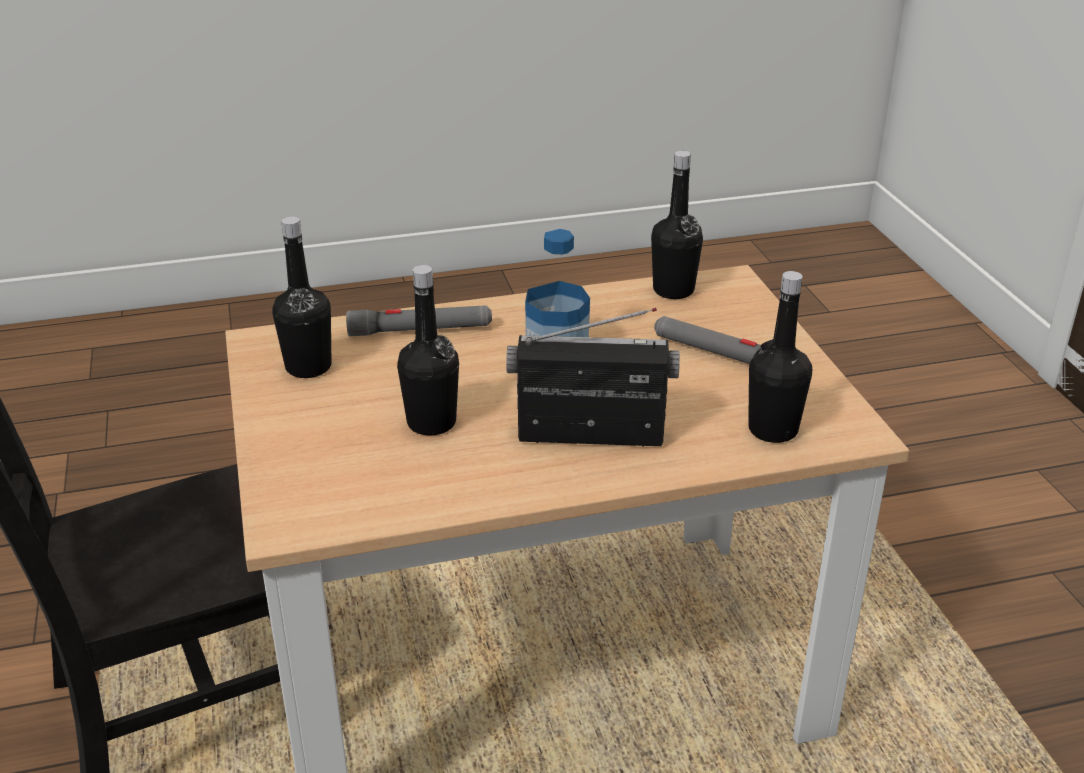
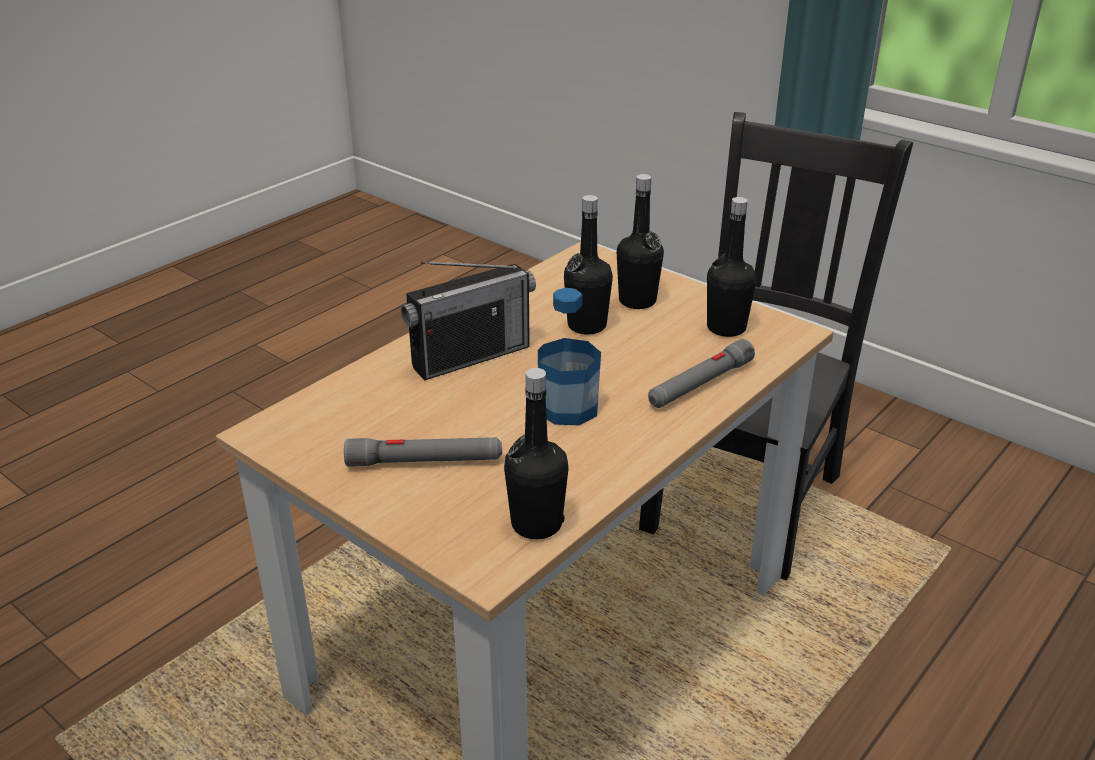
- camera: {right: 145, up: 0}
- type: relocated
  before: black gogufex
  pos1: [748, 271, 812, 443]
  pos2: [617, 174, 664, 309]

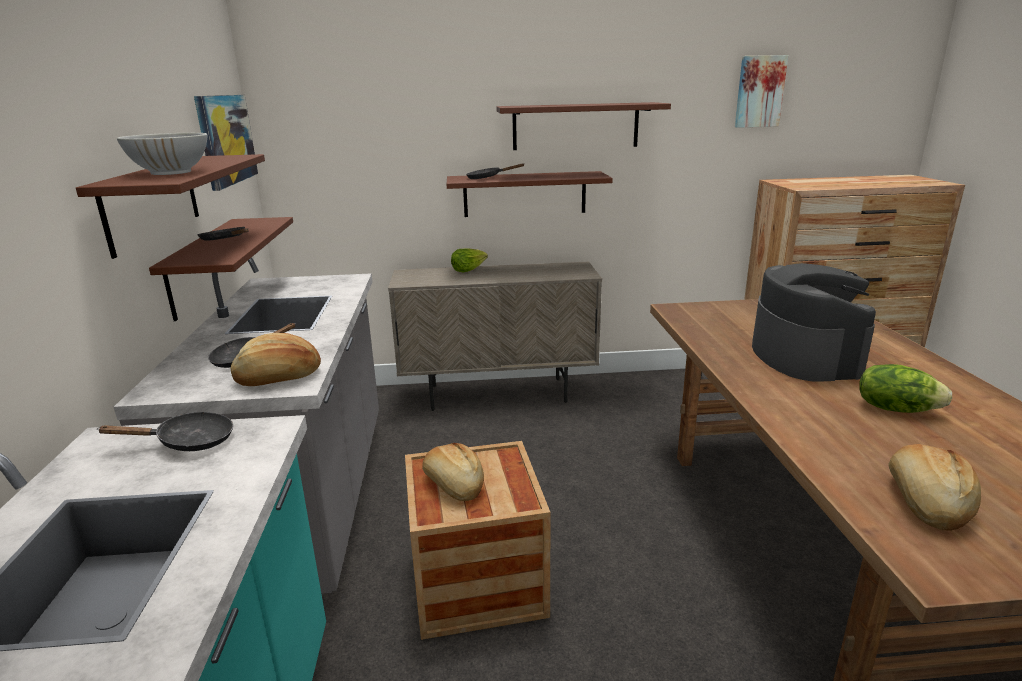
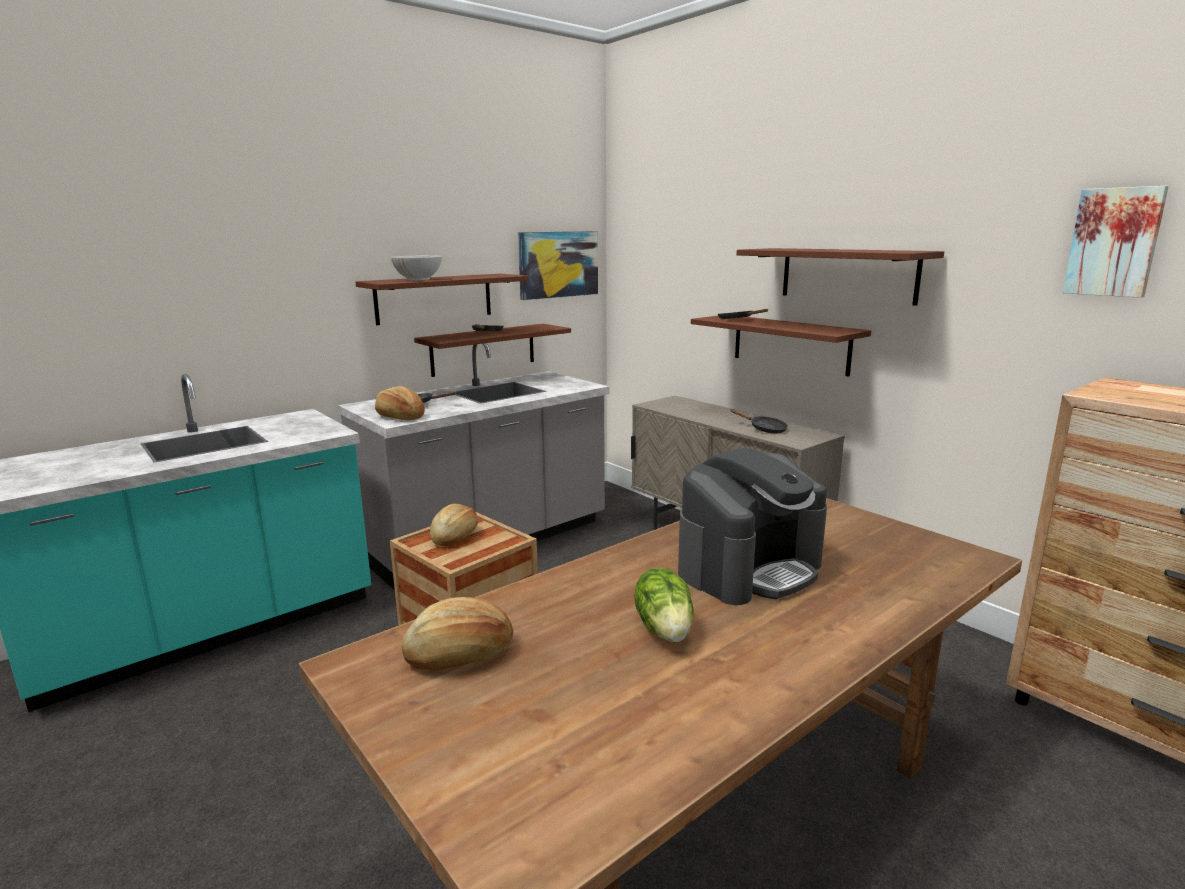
- camera: {right: 55, up: -5}
- type: relocated
  before: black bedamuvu
  pos1: [97, 411, 233, 451]
  pos2: [730, 409, 788, 434]
- type: missing
  before: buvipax
  pos1: [451, 249, 488, 272]

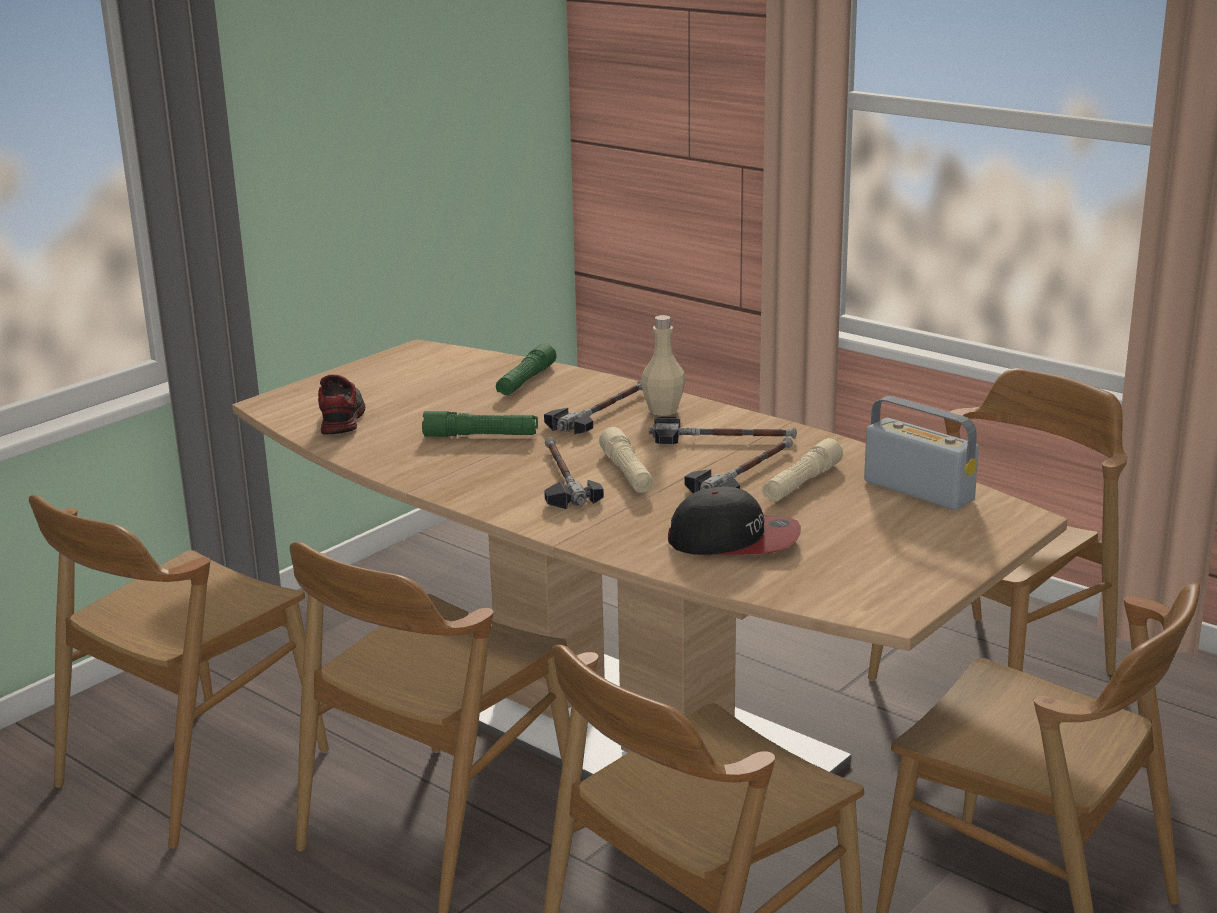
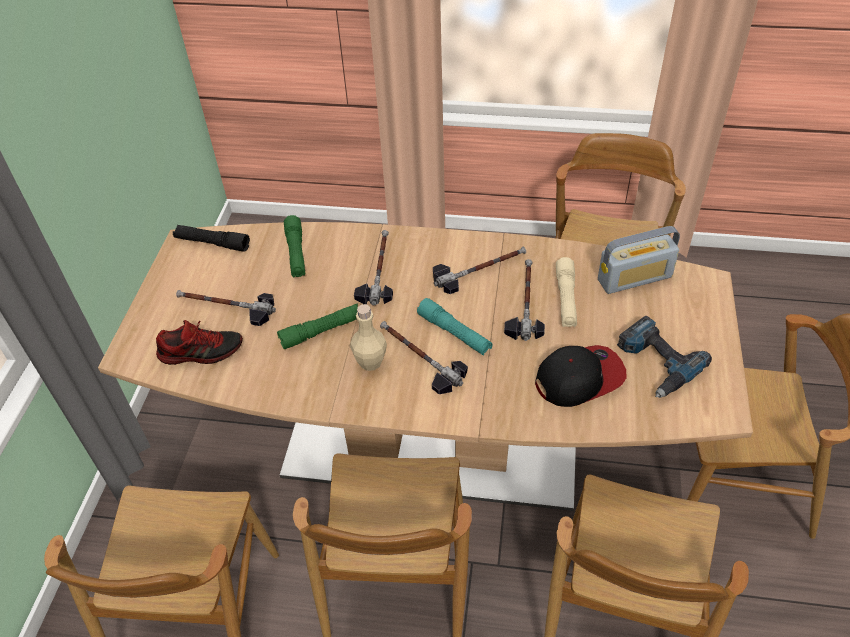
- camera: {right: -30, up: 25}
- type: spun
  before: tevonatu
  pos1: [318, 374, 365, 435]
  pos2: [156, 320, 243, 365]
  turn: 120
- type: colour
  before: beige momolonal
  after: turquoise momolonal
  pos1: [599, 427, 654, 493]
  pos2: [417, 298, 493, 356]
- type: relocated
  before: beige gogufex
  pos1: [641, 315, 686, 416]
  pos2: [350, 304, 387, 371]
- type: spun
  before: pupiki
  pos1: [864, 396, 979, 510]
  pos2: [598, 226, 680, 294]
  turn: 150
- type: appeared
  after: black momolonal
  pos2: [173, 225, 250, 252]
- type: appeared
  after: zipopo
  pos2: [176, 290, 276, 326]
- type: appeared
  after: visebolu
  pos2: [617, 316, 712, 398]

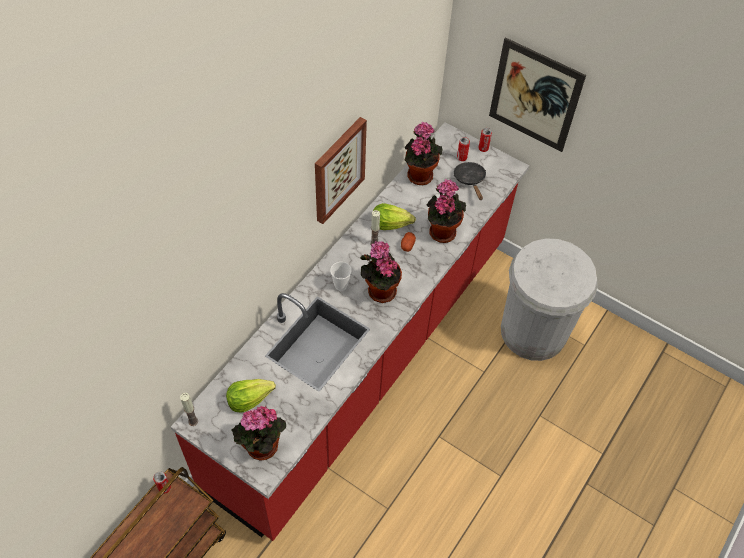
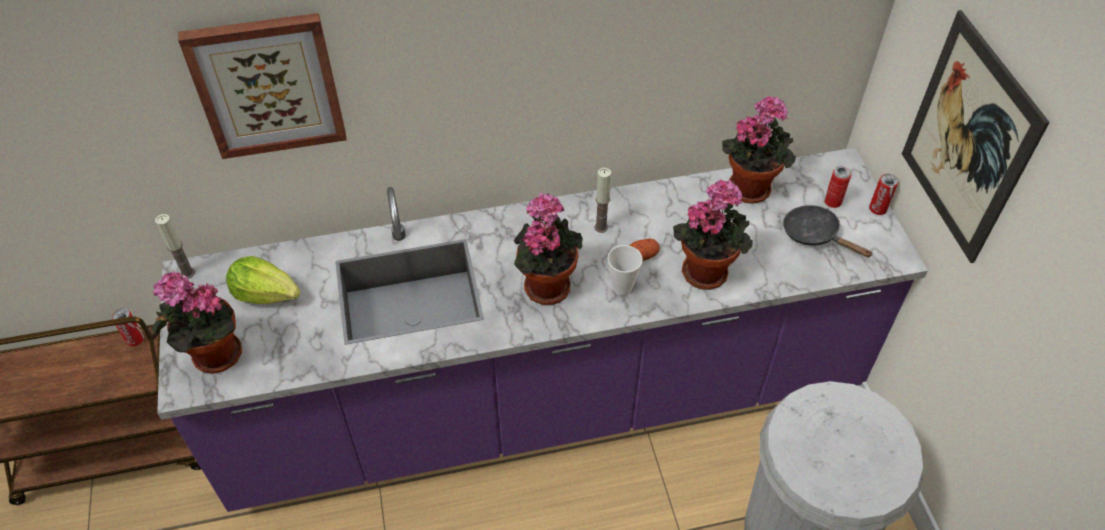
- camera: {right: 45, up: -5}
- type: colour
  before: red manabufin
  after: purple manabufin
  pos1: [171, 122, 529, 541]
  pos2: [157, 148, 928, 512]
- type: relocated
  before: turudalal
  pos1: [315, 117, 367, 224]
  pos2: [178, 13, 347, 159]
- type: relocated
  before: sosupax
  pos1: [330, 262, 352, 291]
  pos2: [608, 245, 643, 295]
- type: missing
  before: buvipax
  pos1: [373, 203, 416, 230]
- type: spun
  before: black bedamuvu
  pos1: [454, 162, 486, 200]
  pos2: [783, 205, 873, 258]
  turn: -75

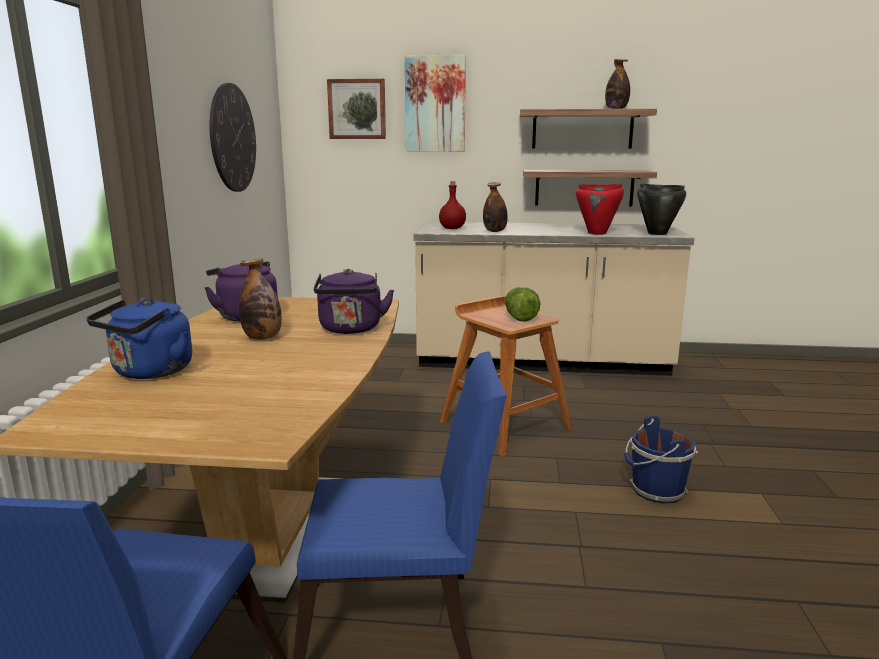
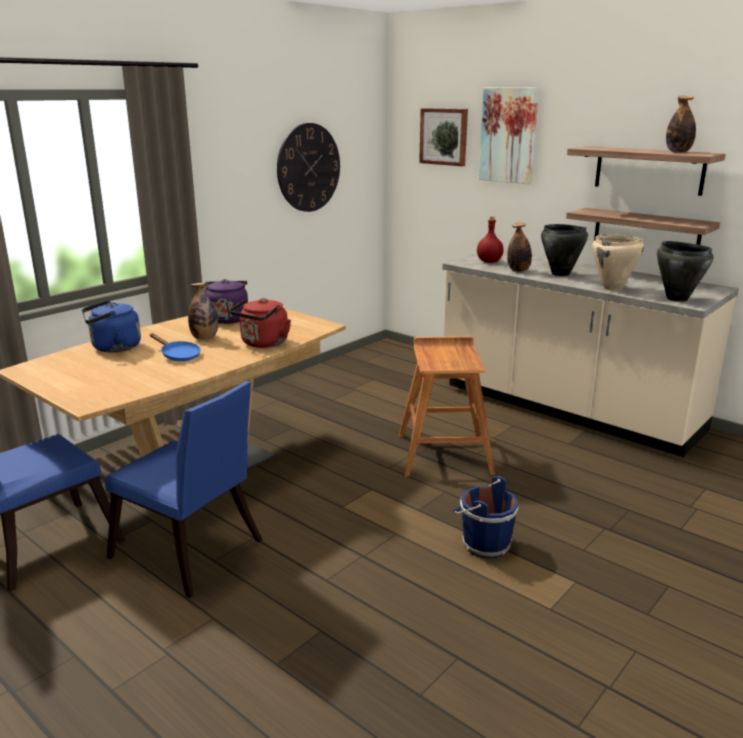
- camera: {right: 35, up: 5}
- type: colour
  before: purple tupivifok
  after: red tupivifok
  pos1: [314, 269, 394, 334]
  pos2: [230, 298, 291, 348]
- type: missing
  before: buvipax
  pos1: [505, 287, 540, 321]
- type: colour
  before: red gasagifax
  after: beige gasagifax
  pos1: [576, 184, 624, 235]
  pos2: [592, 234, 644, 291]
- type: appeared
  after: blue bedamuvu
  pos2: [150, 333, 201, 361]
- type: appeared
  after: black gasagifax
  pos2: [541, 224, 588, 276]

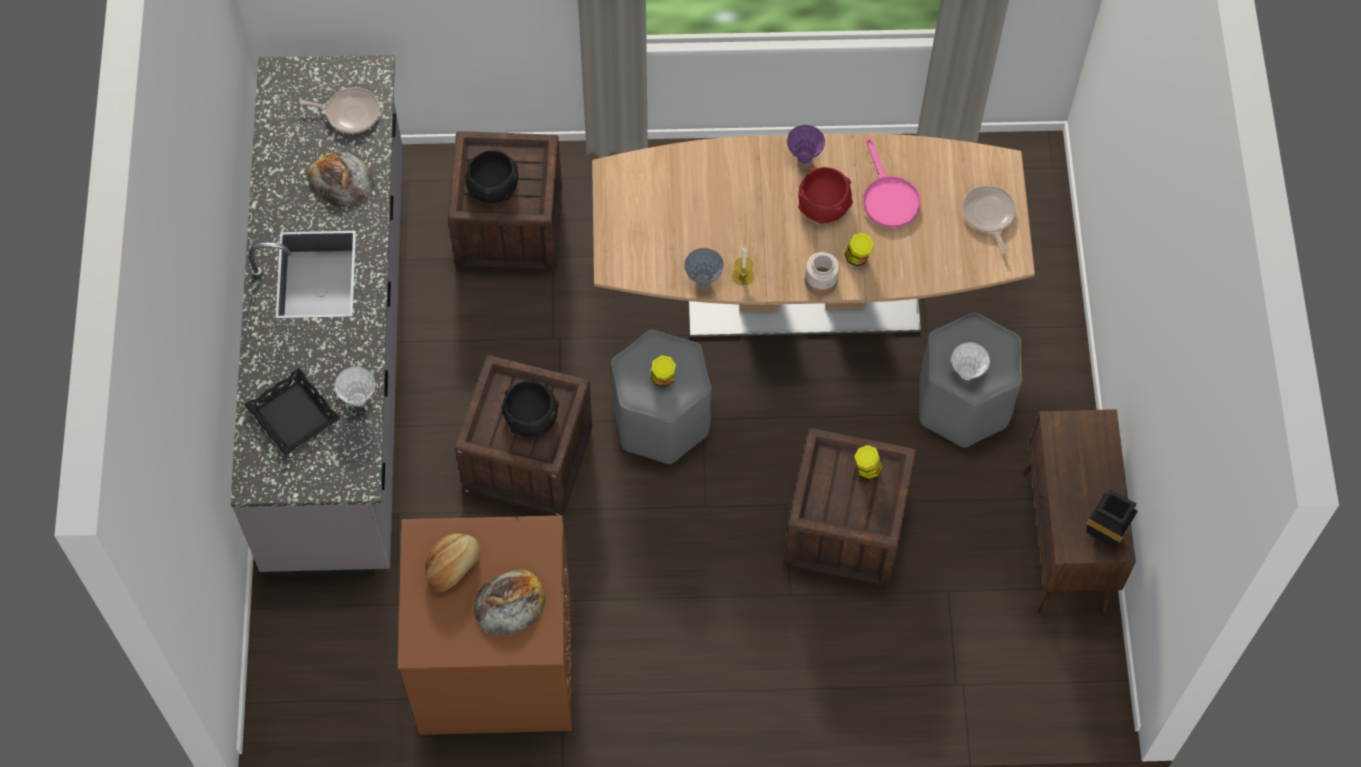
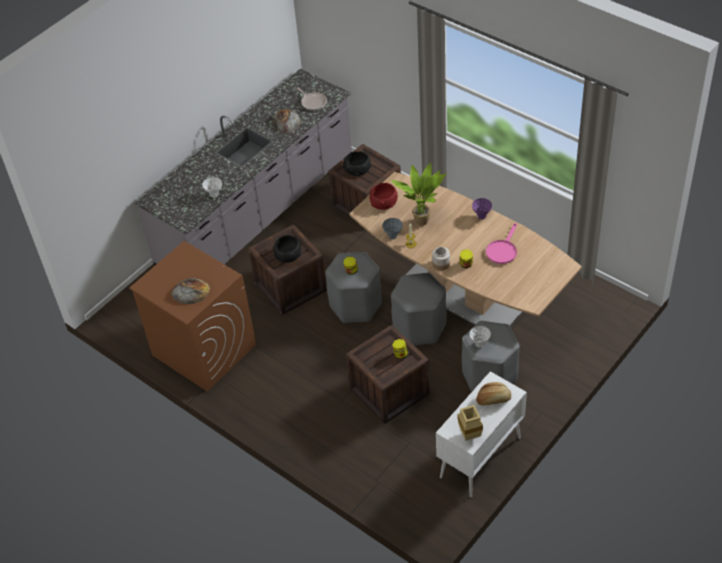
- camera: {right: 45, up: -15}
- type: missing
  before: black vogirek
  pos1: [244, 367, 340, 456]
- type: relocated
  before: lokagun
  pos1: [426, 534, 481, 592]
  pos2: [476, 382, 511, 406]
- type: relocated
  before: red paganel
  pos1: [798, 167, 853, 224]
  pos2: [370, 183, 398, 210]
- type: missing
  before: bedamuvu
  pos1: [962, 185, 1016, 254]
- type: colour
  before: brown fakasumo
  after: white fakasumo
  pos1: [1024, 409, 1136, 614]
  pos2: [436, 371, 527, 497]
- type: colour
  before: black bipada
  after: beige bipada
  pos1: [1087, 489, 1138, 548]
  pos2: [458, 405, 483, 441]
- type: appeared
  after: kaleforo
  pos2: [391, 163, 447, 226]
- type: appeared
  after: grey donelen
  pos2: [391, 273, 447, 346]

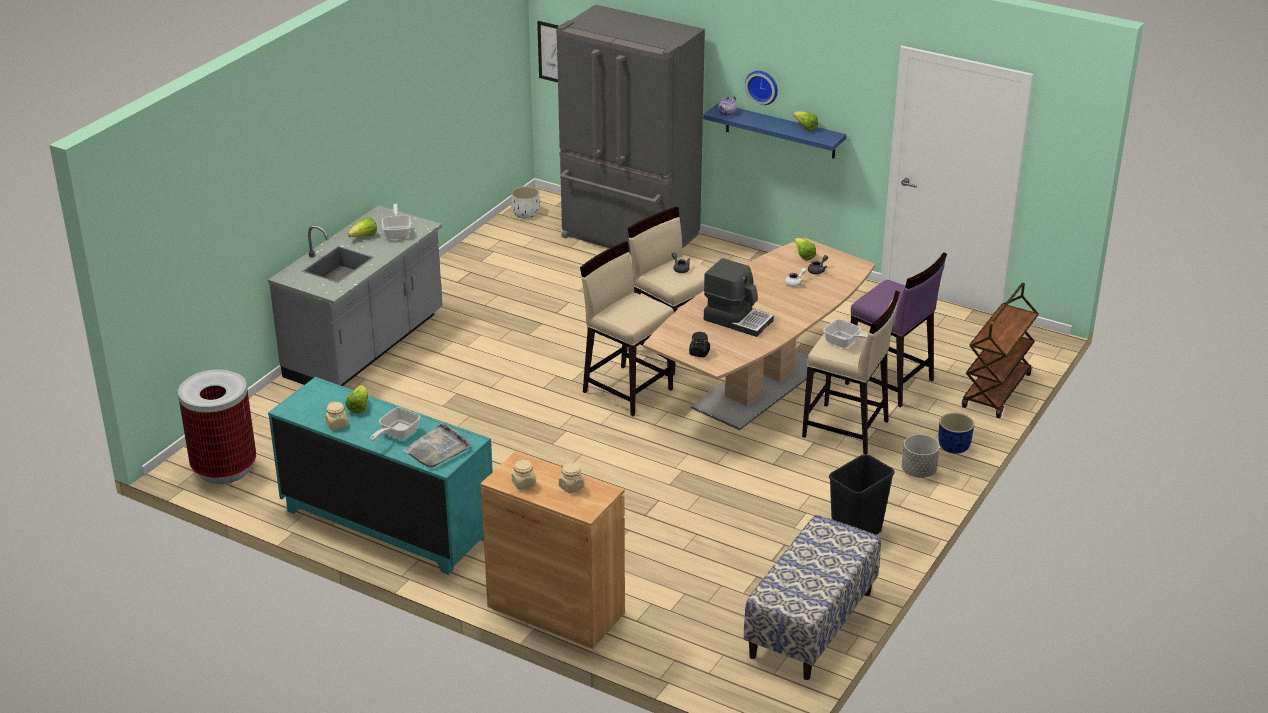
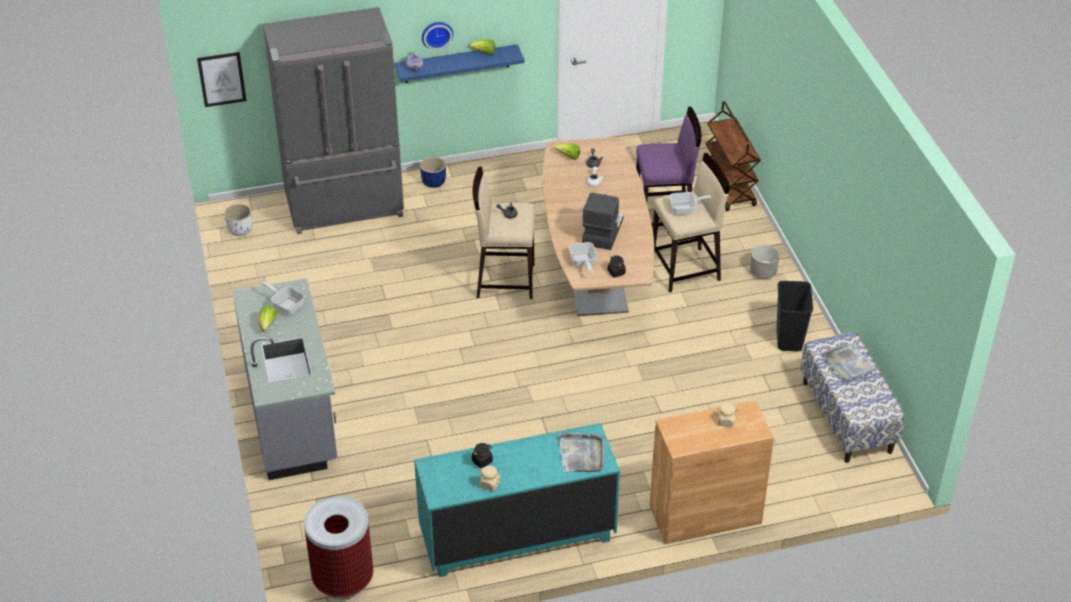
- camera: {right: -45, up: 10}
- type: exchanged
  before: buvipax
  after: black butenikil
  pos1: [345, 385, 368, 413]
  pos2: [472, 443, 493, 468]
- type: relocated
  before: bedamuvu
  pos1: [370, 407, 420, 441]
  pos2: [568, 242, 597, 274]
- type: missing
  before: beige butenikil
  pos1: [512, 459, 536, 490]
- type: missing
  before: beige donelen
  pos1: [580, 241, 674, 416]
- type: spun
  before: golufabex
  pos1: [704, 258, 774, 337]
  pos2: [582, 193, 624, 250]
  turn: -60
- type: relocated
  before: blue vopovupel
  pos1: [939, 413, 974, 454]
  pos2: [420, 157, 446, 188]
- type: appeared
  after: grey vogirek
  pos2: [823, 345, 879, 380]

